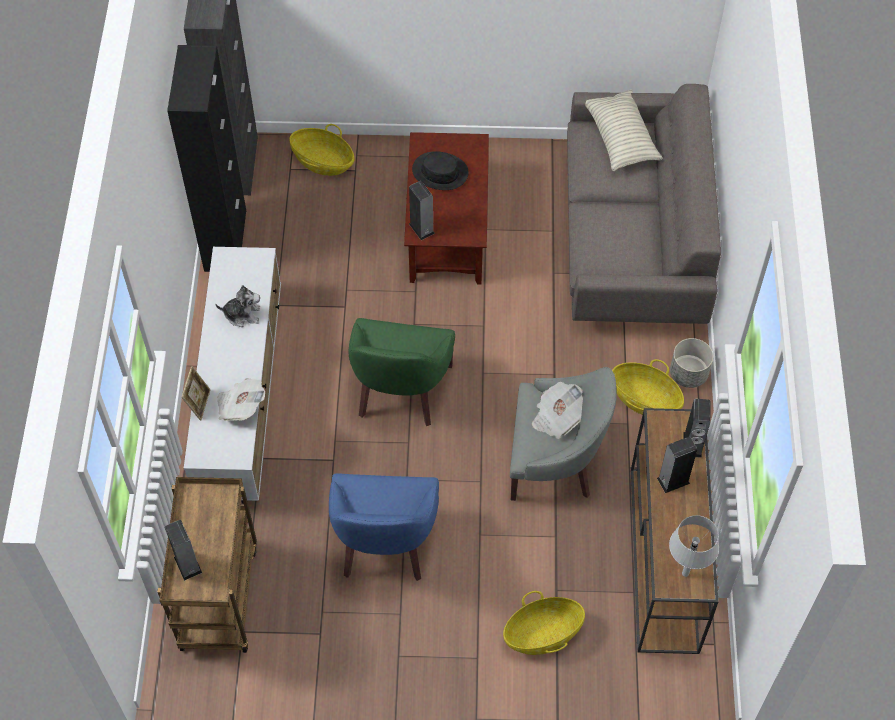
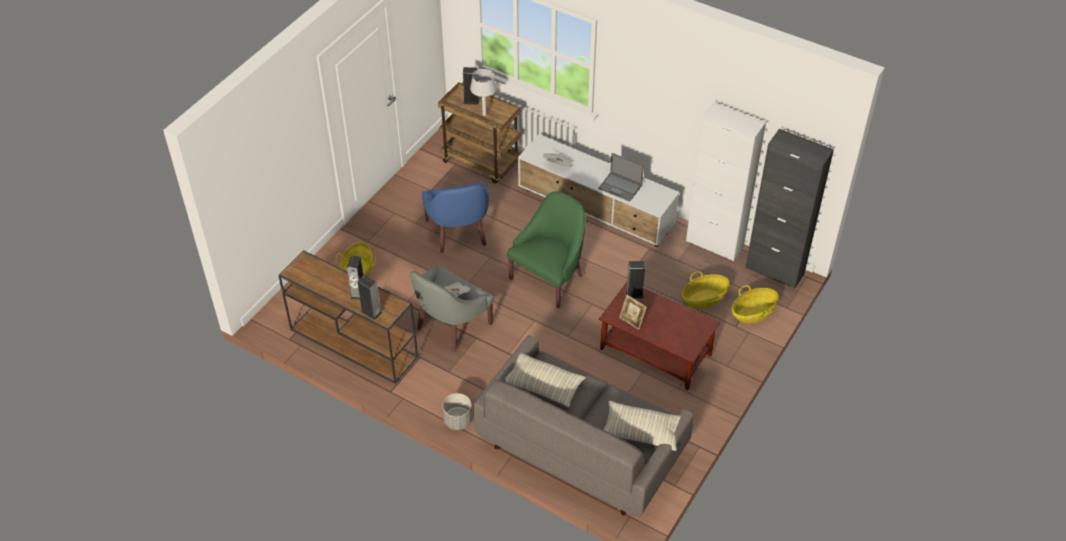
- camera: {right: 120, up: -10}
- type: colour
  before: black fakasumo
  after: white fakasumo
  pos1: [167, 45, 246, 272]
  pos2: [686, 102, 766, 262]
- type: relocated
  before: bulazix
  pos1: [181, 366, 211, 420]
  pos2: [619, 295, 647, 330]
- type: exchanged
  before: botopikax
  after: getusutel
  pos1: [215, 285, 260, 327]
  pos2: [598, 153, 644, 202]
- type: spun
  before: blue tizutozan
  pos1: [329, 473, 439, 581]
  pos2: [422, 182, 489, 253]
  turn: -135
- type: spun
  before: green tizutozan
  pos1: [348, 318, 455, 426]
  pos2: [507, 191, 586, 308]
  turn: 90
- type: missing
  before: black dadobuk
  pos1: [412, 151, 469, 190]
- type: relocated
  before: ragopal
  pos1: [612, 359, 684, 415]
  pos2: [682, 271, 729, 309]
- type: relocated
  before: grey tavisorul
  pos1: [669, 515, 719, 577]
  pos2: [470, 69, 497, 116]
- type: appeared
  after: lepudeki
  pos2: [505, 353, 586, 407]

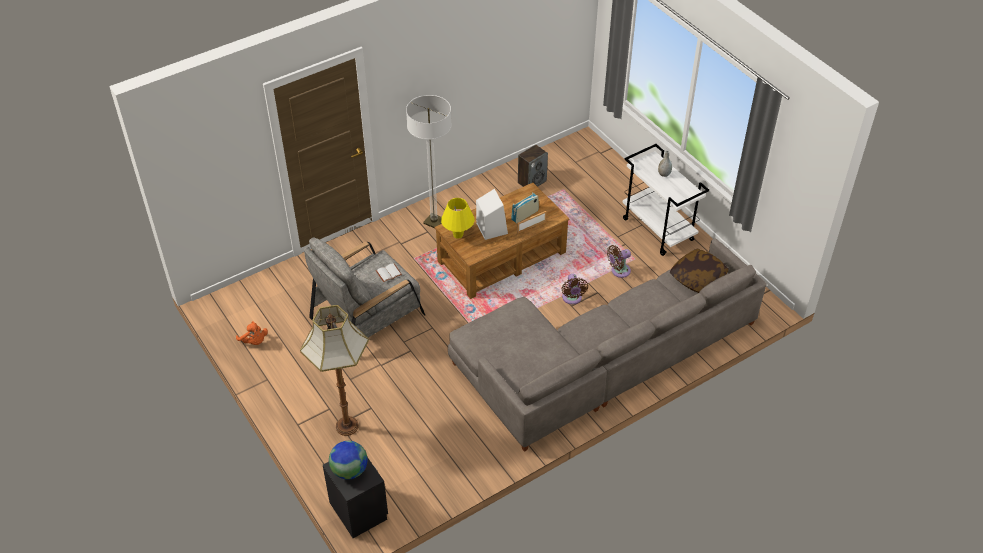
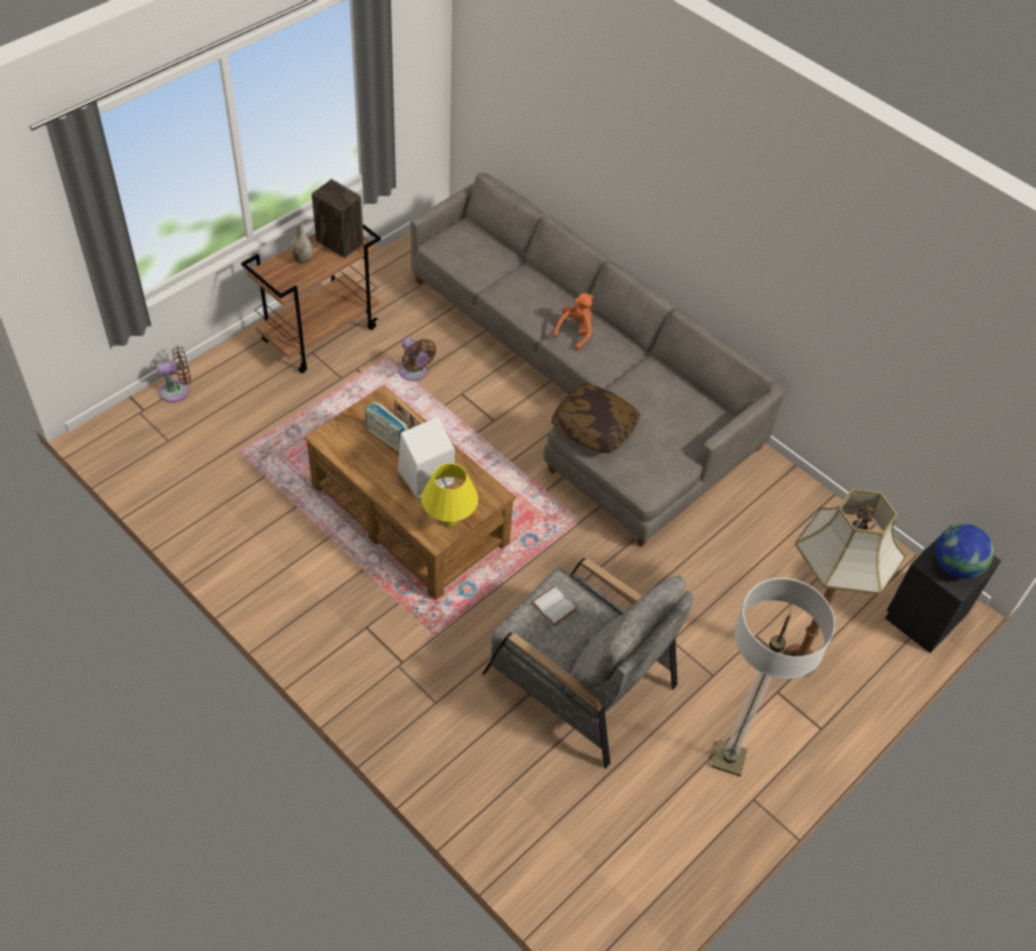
- camera: {right: -105, up: 5}
- type: relocated
  before: orange botopikax
  pos1: [236, 321, 268, 345]
  pos2: [552, 293, 593, 351]
- type: relocated
  before: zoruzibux
  pos1: [406, 95, 452, 228]
  pos2: [711, 578, 835, 777]
- type: relocated
  before: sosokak
  pos1: [518, 145, 548, 187]
  pos2: [312, 179, 364, 258]
- type: relocated
  before: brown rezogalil
  pos1: [561, 274, 588, 304]
  pos2: [156, 346, 191, 402]
- type: colour
  before: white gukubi
  after: brown gukubi
  pos1: [623, 144, 709, 256]
  pos2: [241, 224, 381, 373]
- type: relocated
  before: lepudeki
  pos1: [670, 249, 729, 293]
  pos2: [551, 383, 640, 453]

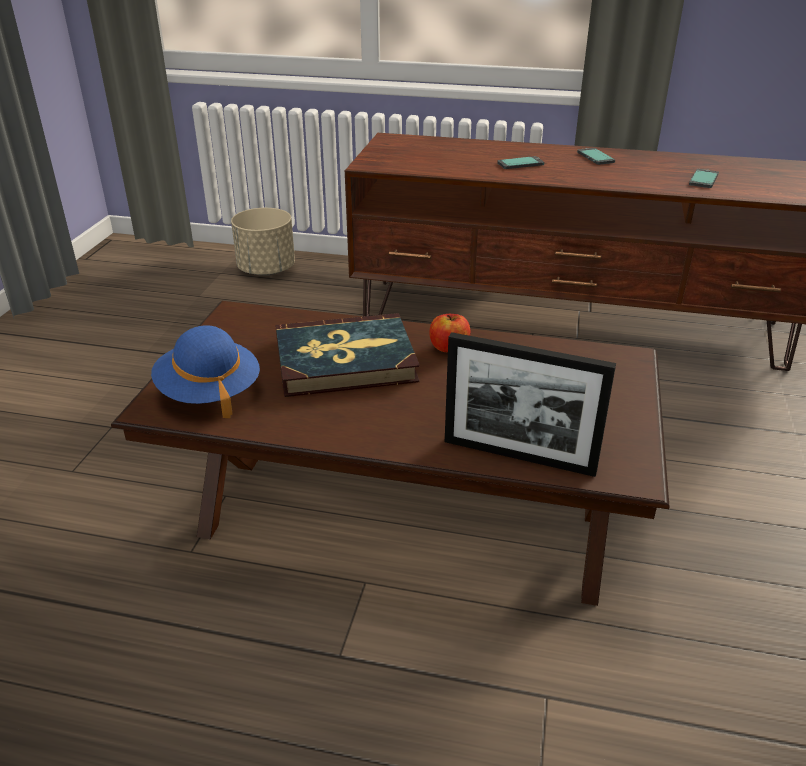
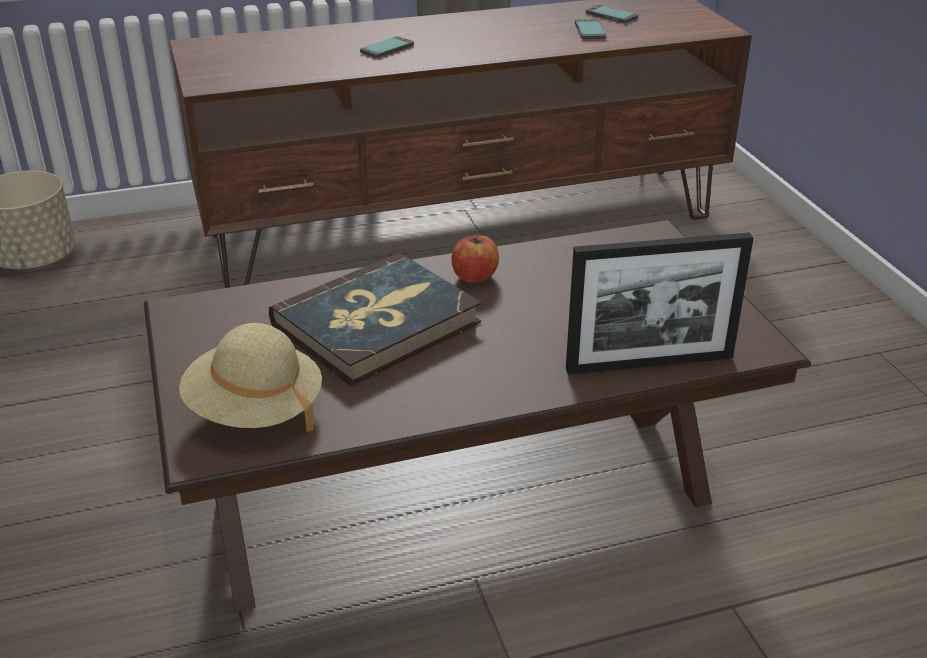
- camera: {right: -30, up: 0}
- type: colour
  before: blue dadobuk
  after: beige dadobuk
  pos1: [151, 325, 260, 418]
  pos2: [179, 323, 322, 432]
- type: relocated
  before: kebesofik
  pos1: [577, 148, 615, 165]
  pos2: [586, 5, 638, 23]

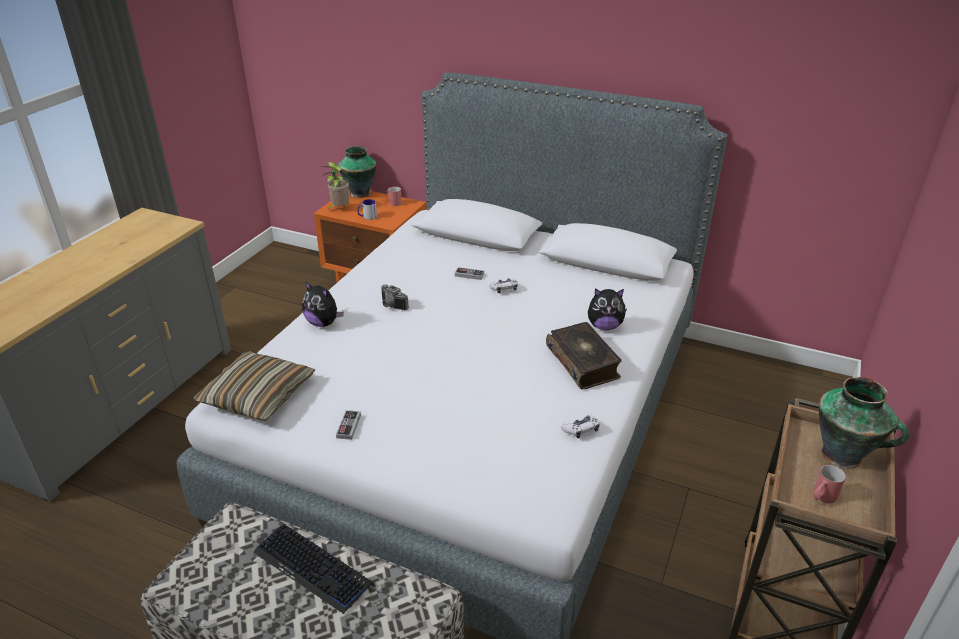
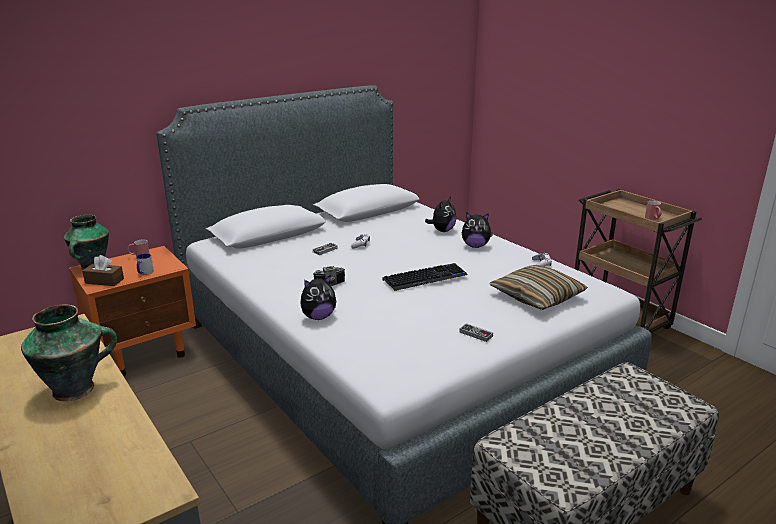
- camera: {right: -60, up: -10}
- type: relocated
  before: lepudeki
  pos1: [194, 351, 316, 421]
  pos2: [489, 265, 588, 310]
- type: relocated
  before: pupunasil
  pos1: [253, 524, 373, 614]
  pos2: [382, 263, 468, 291]
- type: exchanged
  before: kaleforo
  after: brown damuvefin
  pos1: [321, 162, 349, 209]
  pos2: [82, 255, 124, 286]
- type: exchanged
  before: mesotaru
  after: botopikax
  pos1: [546, 322, 622, 389]
  pos2: [462, 213, 493, 248]
- type: relocated
  before: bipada
  pos1: [819, 377, 909, 469]
  pos2: [21, 304, 117, 401]

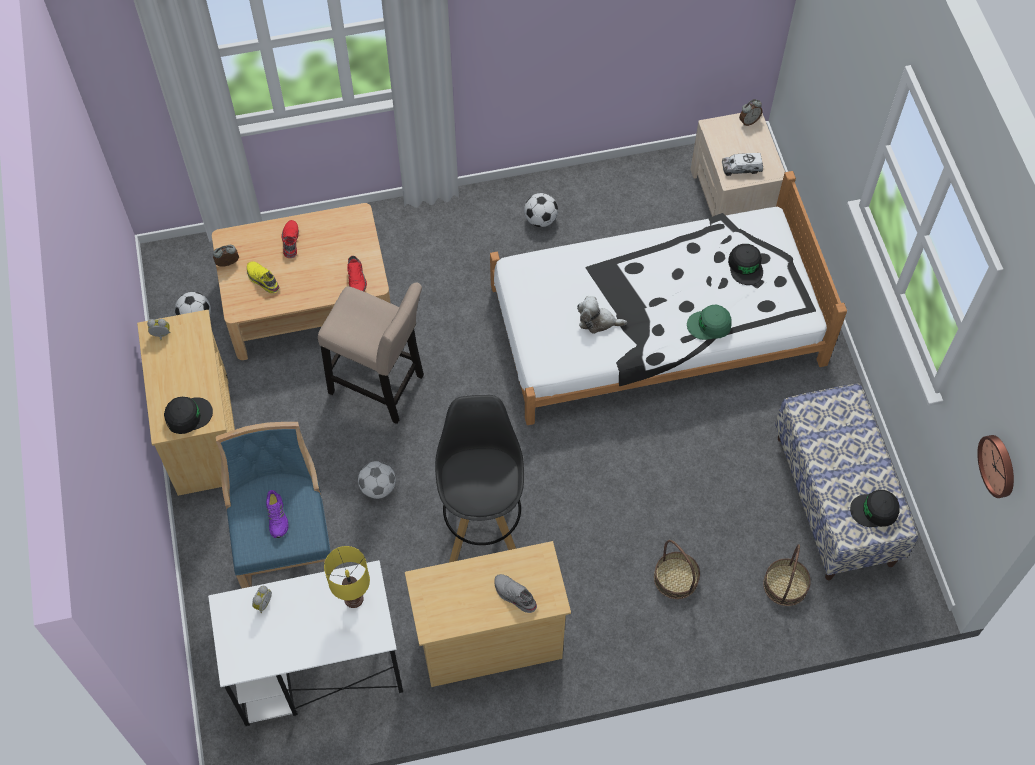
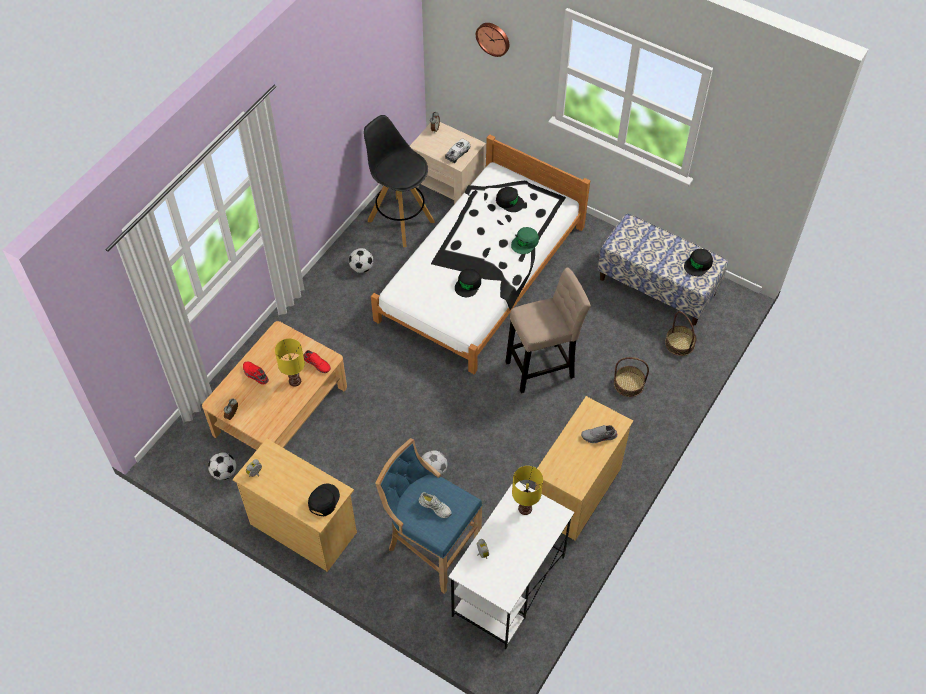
- camera: {right: -45, up: -5}
- type: missing
  before: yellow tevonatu
  pos1: [247, 261, 280, 293]
- type: colour
  before: purple tevonatu
  after: white tevonatu
  pos1: [266, 490, 289, 538]
  pos2: [418, 492, 452, 518]
- type: relocated
  before: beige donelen
  pos1: [318, 282, 424, 424]
  pos2: [506, 268, 591, 393]
- type: relocated
  before: black donelen
  pos1: [435, 395, 524, 562]
  pos2: [364, 115, 435, 247]
- type: exchanged
  before: botopikax
  after: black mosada
  pos1: [577, 296, 627, 334]
  pos2: [455, 269, 481, 297]
- type: relocated
  before: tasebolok
  pos1: [977, 435, 1014, 498]
  pos2: [476, 23, 509, 57]
- type: appeared
  after: yellow tavisorul
  pos2: [275, 338, 305, 387]

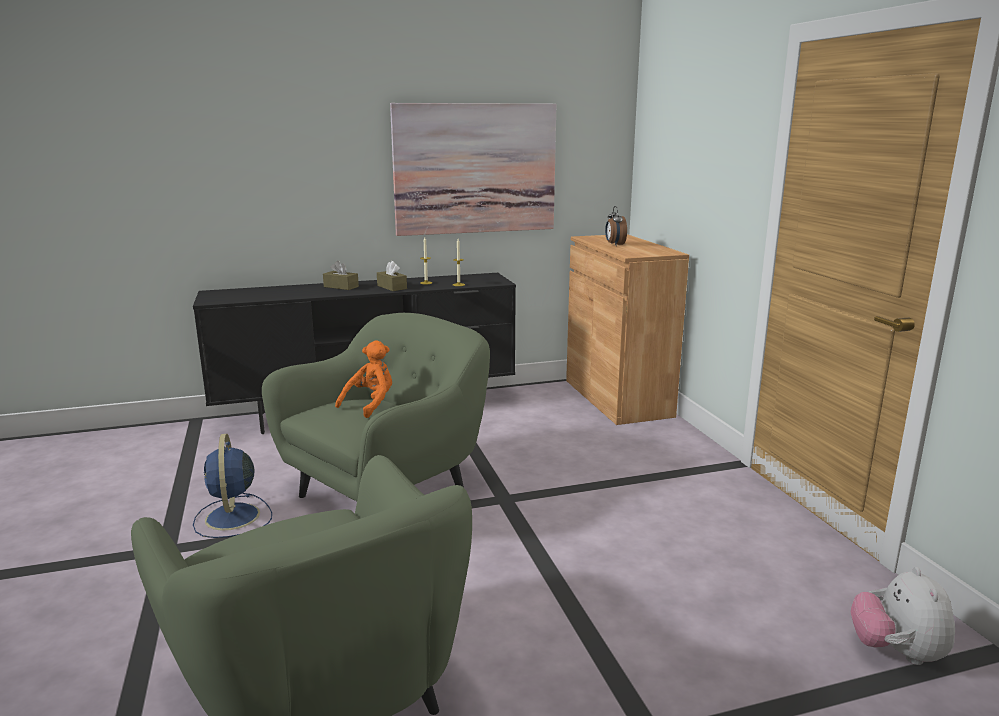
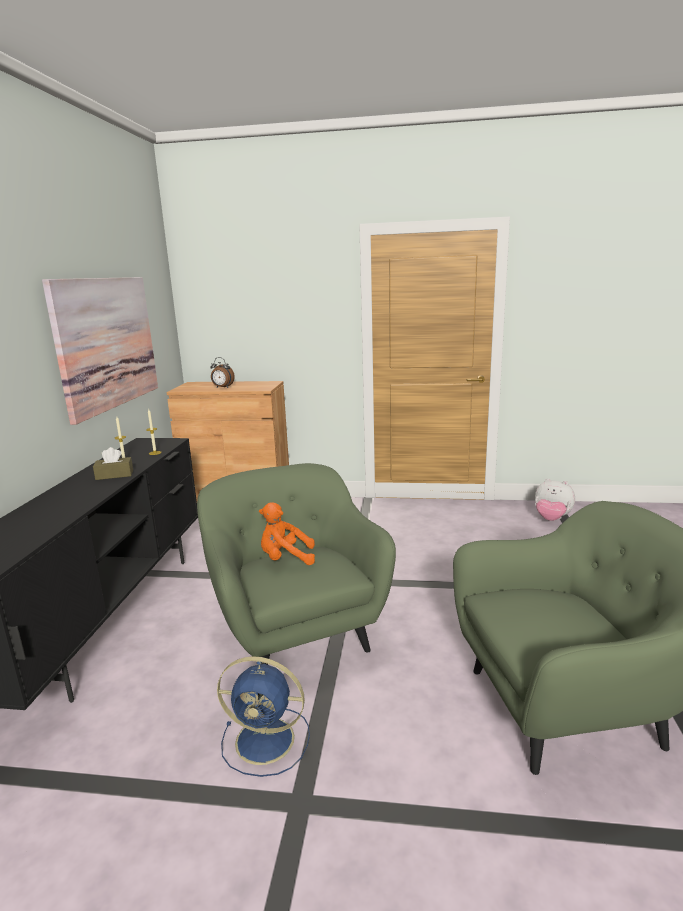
- camera: {right: -65, up: 0}
- type: missing
  before: brown damuvefin
  pos1: [323, 261, 359, 290]
- type: spun
  before: orange botopikax
  pos1: [335, 340, 392, 418]
  pos2: [259, 502, 315, 565]
  turn: -60

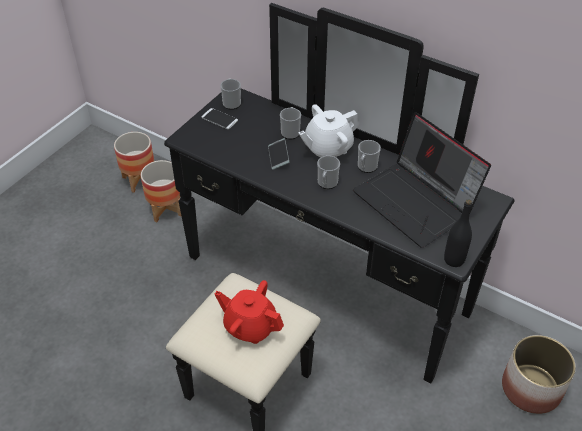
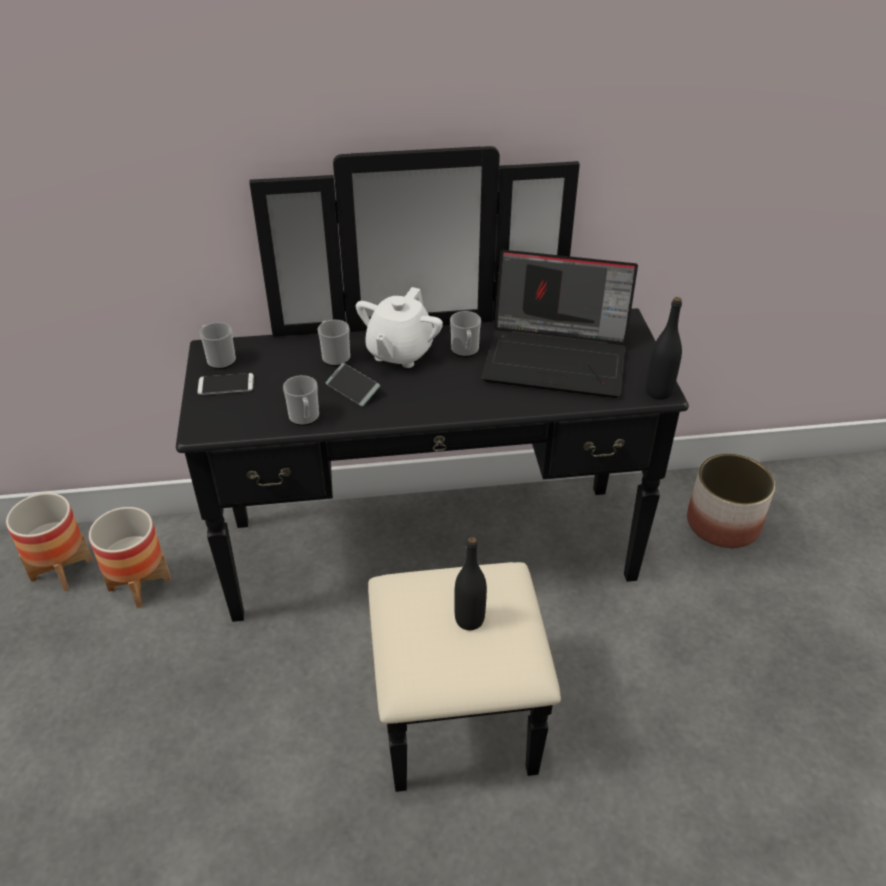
- camera: {right: -40, up: -5}
- type: exchanged
  before: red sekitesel
  after: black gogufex
  pos1: [214, 280, 284, 344]
  pos2: [454, 537, 487, 630]
- type: relocated
  before: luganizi
  pos1: [317, 156, 340, 189]
  pos2: [283, 375, 319, 426]

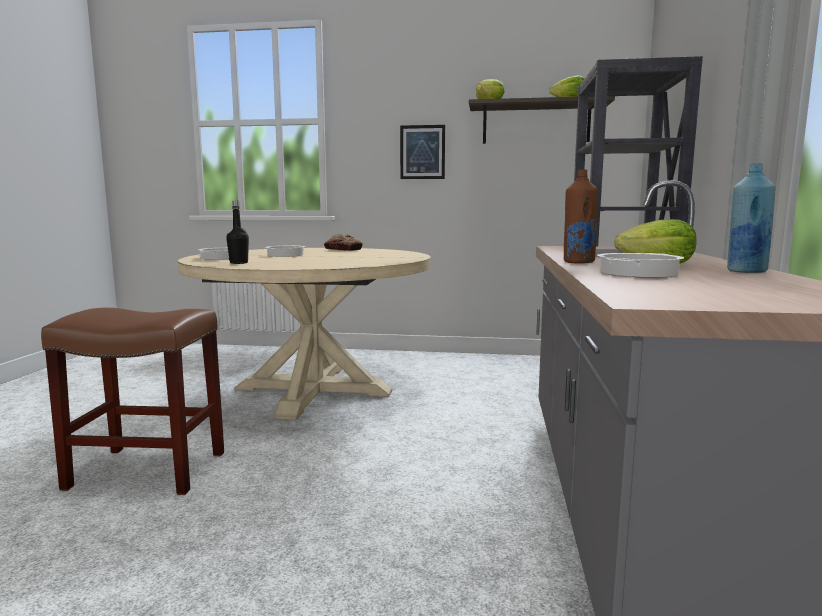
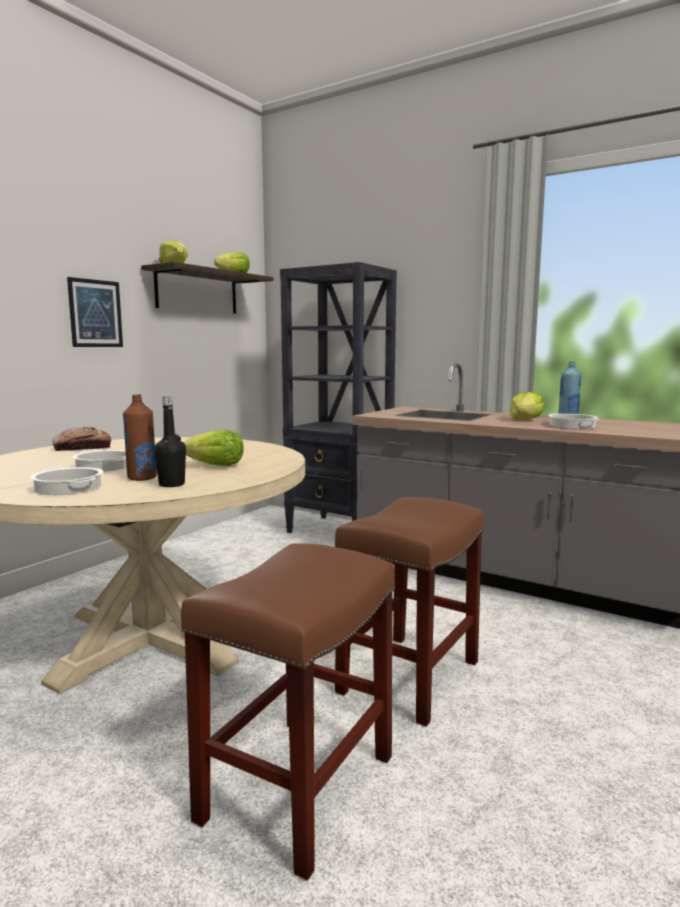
- camera: {right: -65, up: 0}
- type: relocated
  before: brown gogufex
  pos1: [564, 170, 598, 263]
  pos2: [123, 394, 157, 481]
- type: appeared
  after: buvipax
  pos2: [183, 430, 243, 466]
- type: appeared
  after: brown donelen
  pos2: [335, 497, 484, 727]

